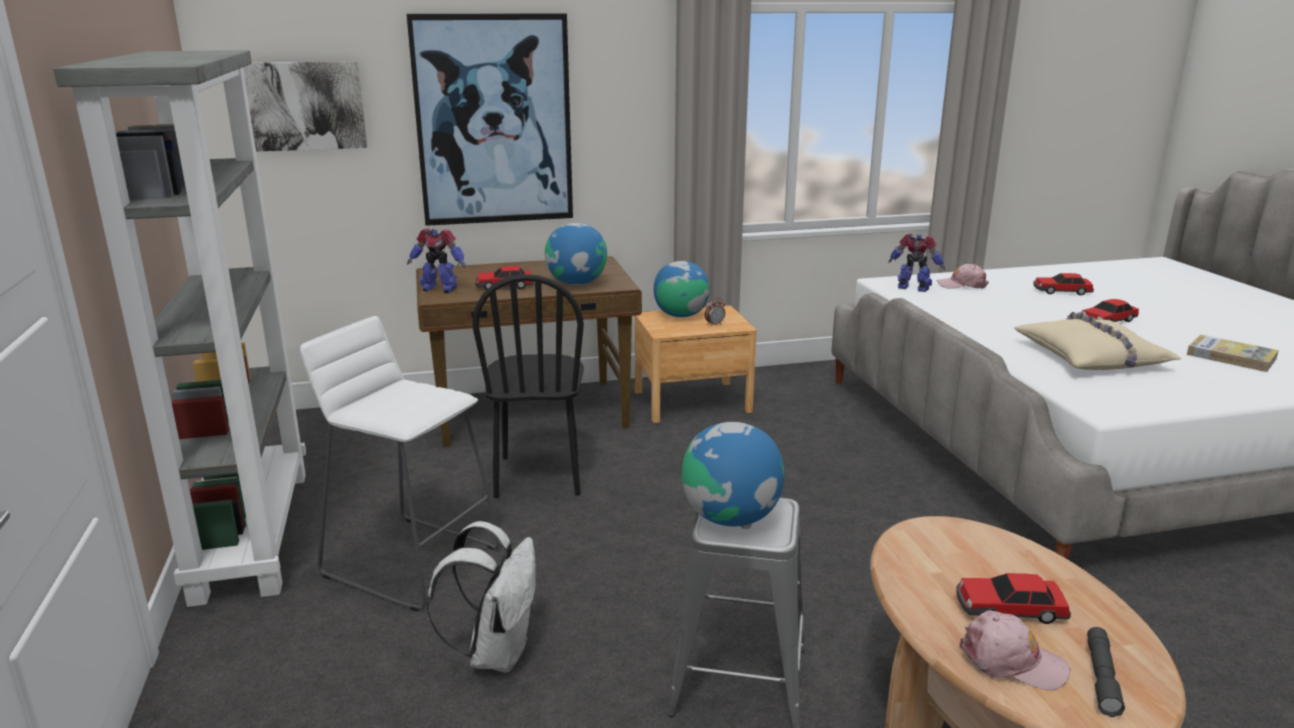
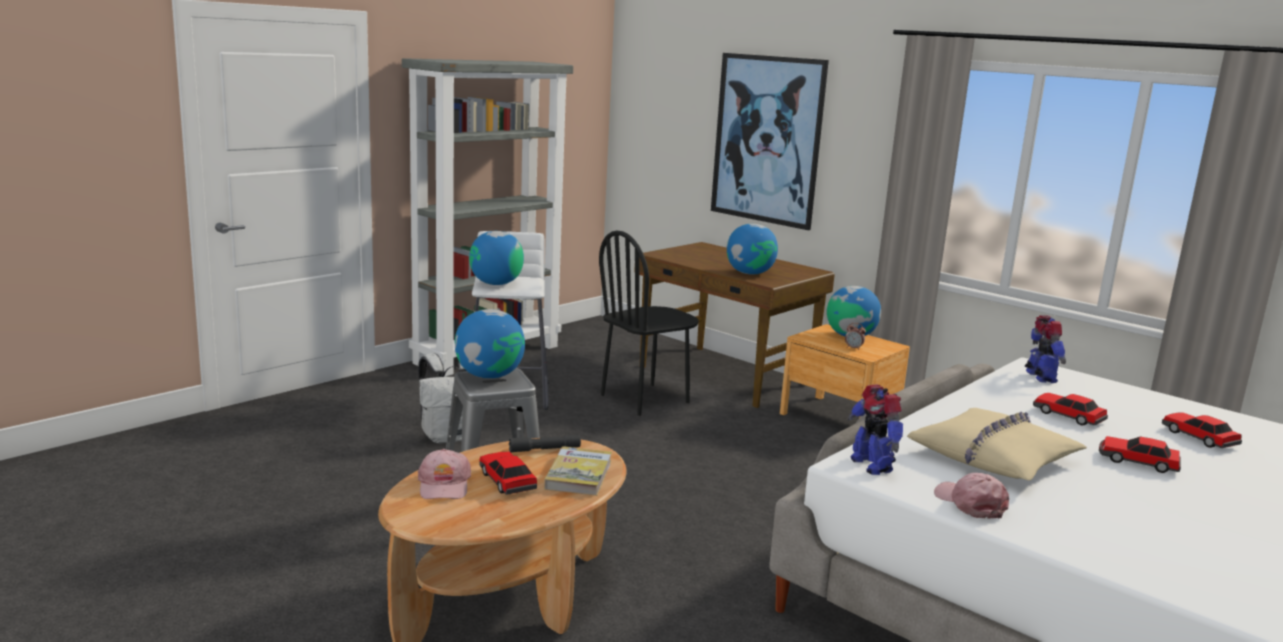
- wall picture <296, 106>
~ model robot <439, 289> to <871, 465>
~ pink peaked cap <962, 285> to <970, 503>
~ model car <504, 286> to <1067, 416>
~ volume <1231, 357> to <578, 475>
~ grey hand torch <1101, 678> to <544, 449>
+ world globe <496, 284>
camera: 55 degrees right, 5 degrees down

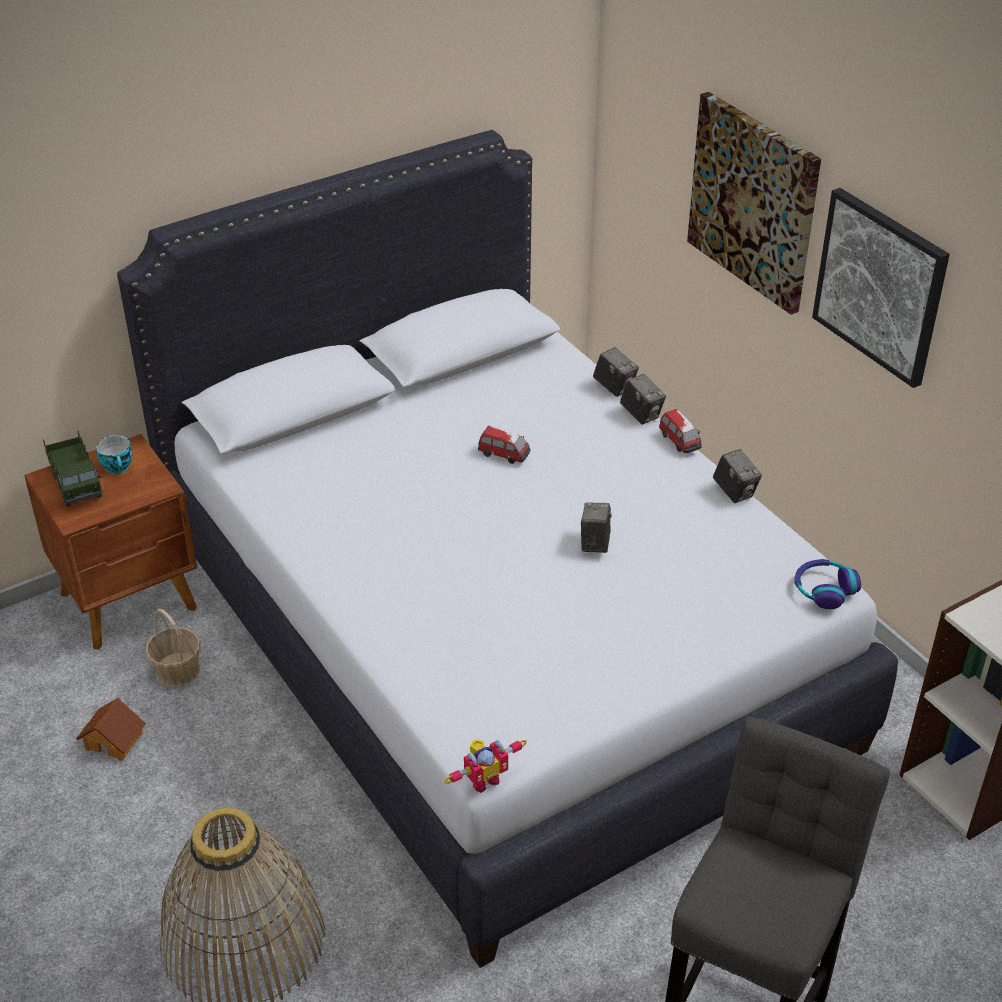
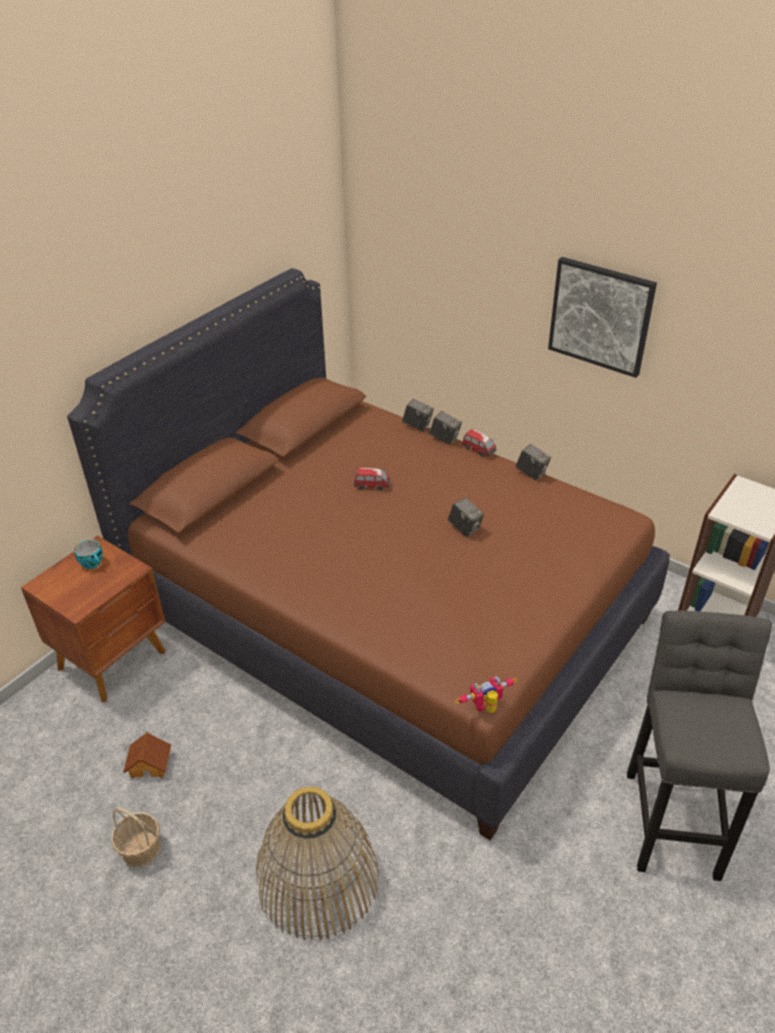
- wall picture <754, 201>
~ white sleeping bed <498, 644> to brownish sleeping bed <387, 616>
- model truck <77, 484>
~ still camera <595, 543> = <465, 528> 150 degrees clockwise
- pair of headphones <824, 589>
~ basket <177, 671> to <141, 850>
~ model robot <483, 779> = <486, 709> 150 degrees counterclockwise
camera: 20 degrees left, 0 degrees up

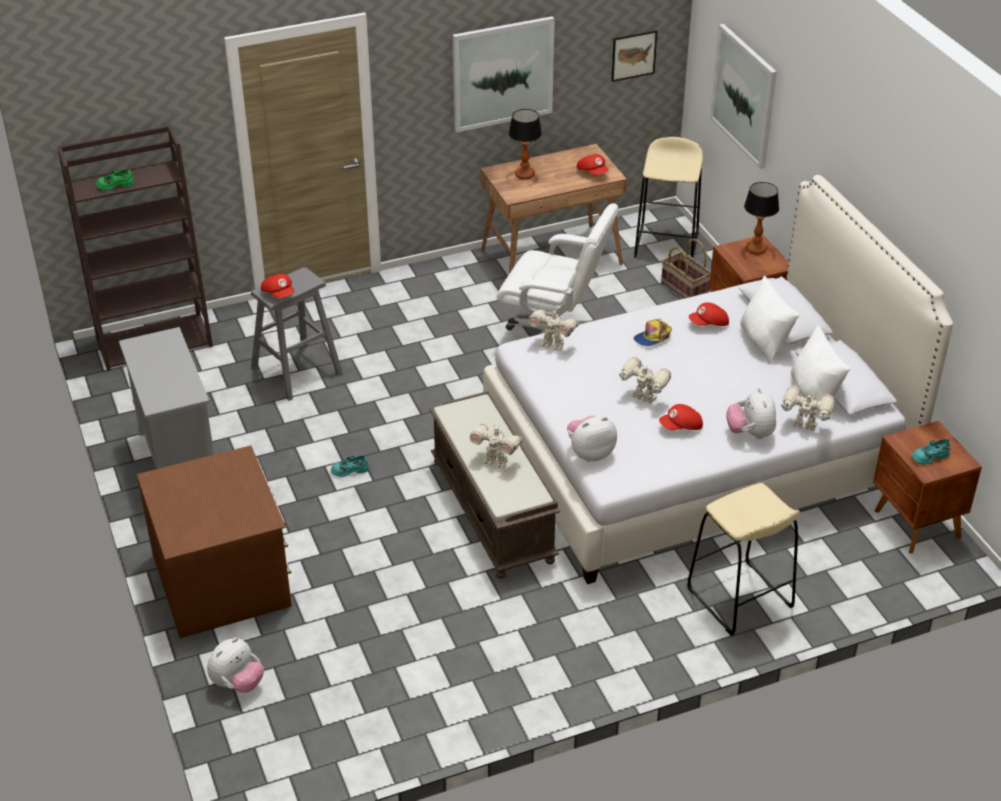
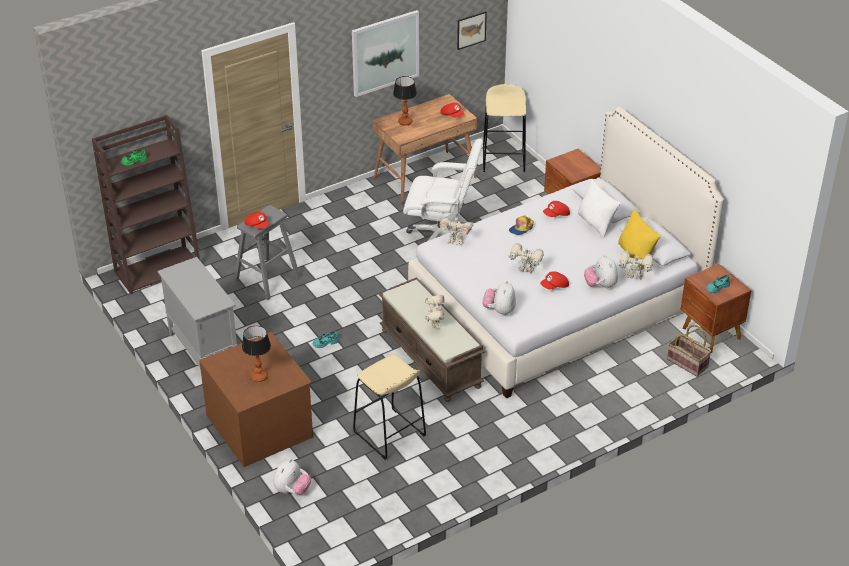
- wall picture <744, 95>
~ lamp for a table <756, 249> to <259, 376>
~ basket <685, 288> to <688, 363>
~ white pillow <814, 394> to yellow pillow <636, 255>
~ plush toy <590, 453> = <499, 310> 45 degrees counterclockwise
~ model robot <495, 461> = <435, 324> 105 degrees counterclockwise
~ beige stool seat <739, 598> to <389, 434>
camera: 10 degrees left, 0 degrees up

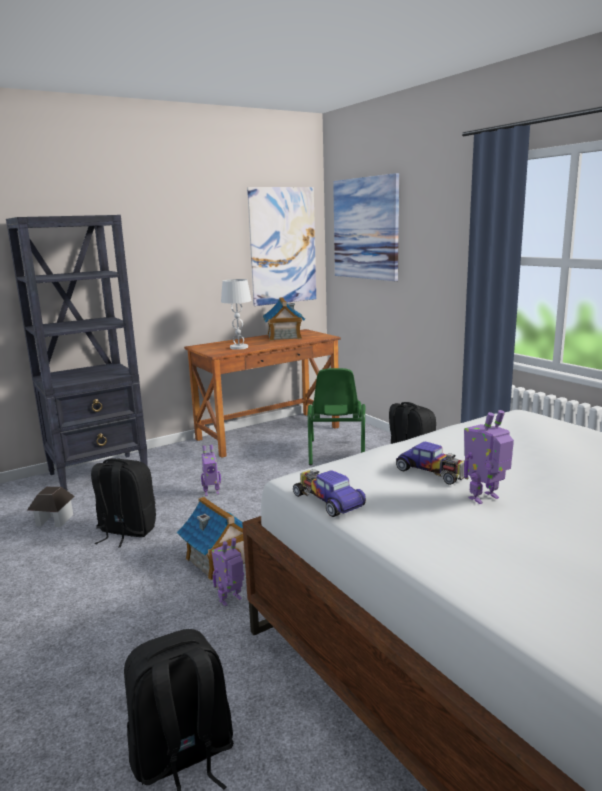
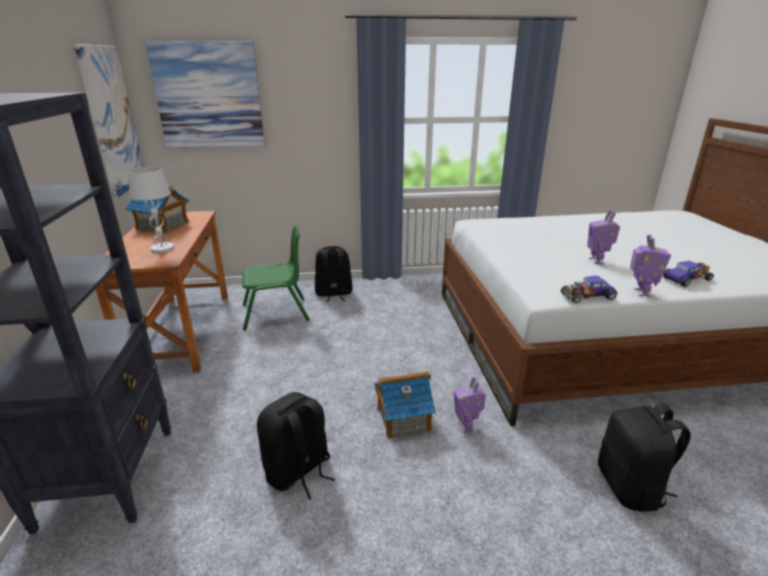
~ green-coloured upright chair <336, 452> = <276, 313> 45 degrees counterclockwise
~ model car <432, 472> to <687, 279>
~ model robot <211, 492> to <640, 292>
- model house <54, 520>
camera: 65 degrees left, 10 degrees up

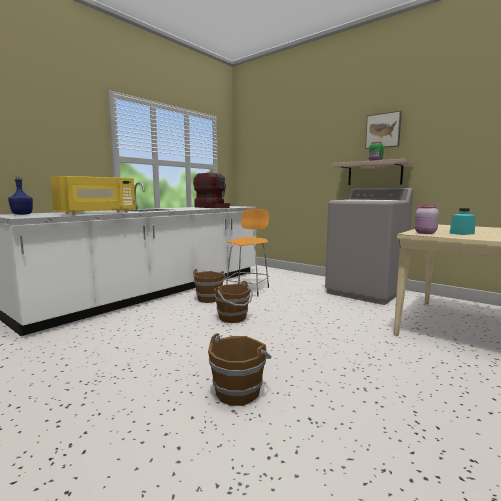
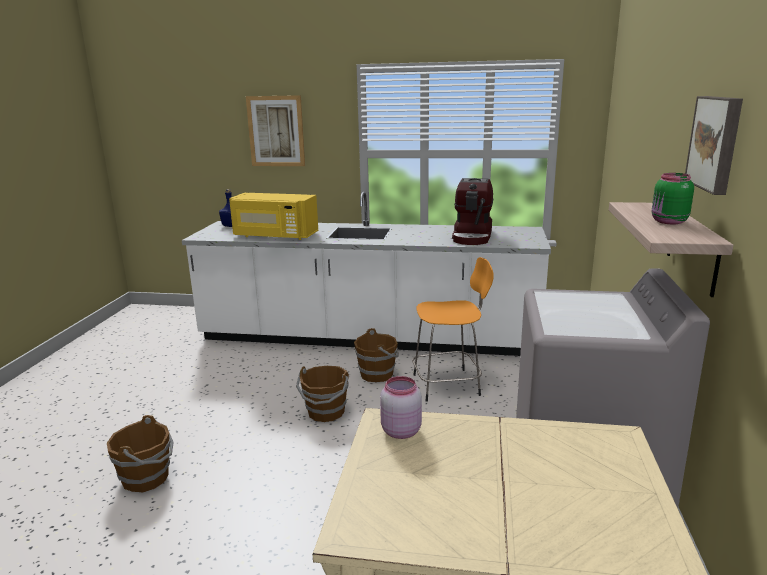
- turquoise storage jar <462, 233>
+ wall picture <276, 131>
camera: 60 degrees right, 10 degrees up

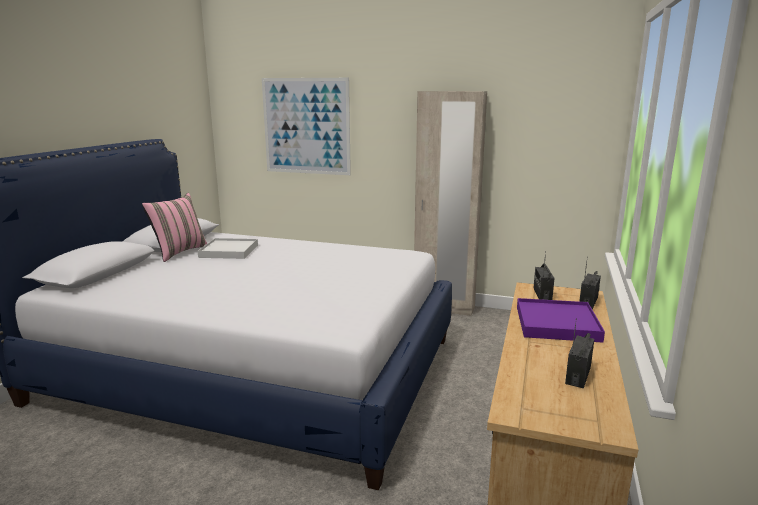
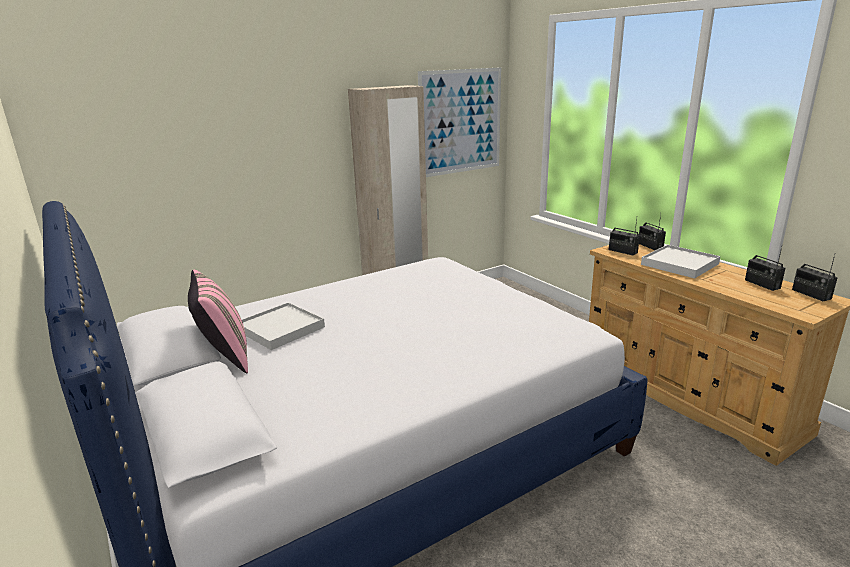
~ wall picture <306, 126> to <461, 122>
~ purplish serving tray <557, 324> to white serving tray <679, 264>
+ radio set <811, 294>
camera: 50 degrees left, 5 degrees up

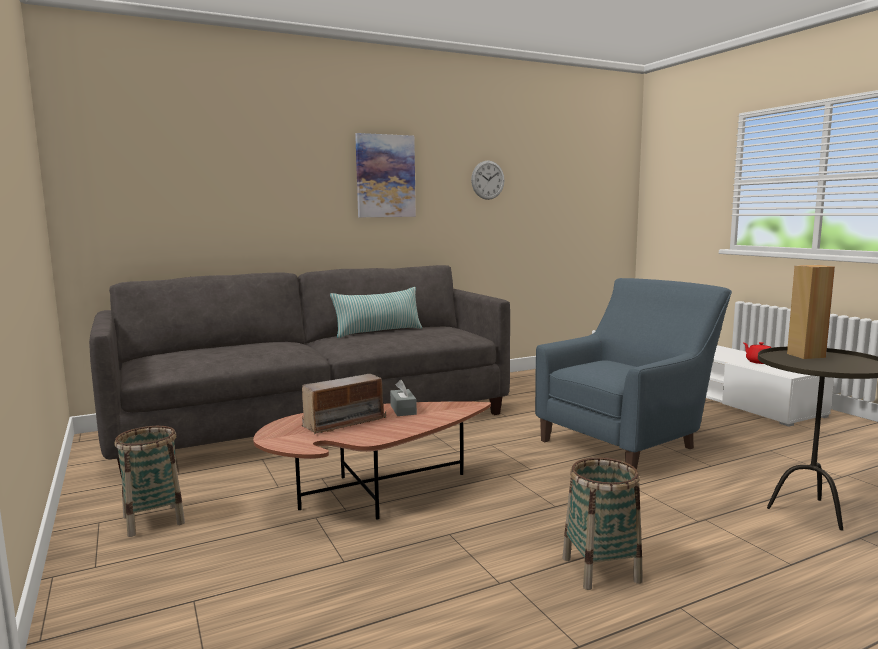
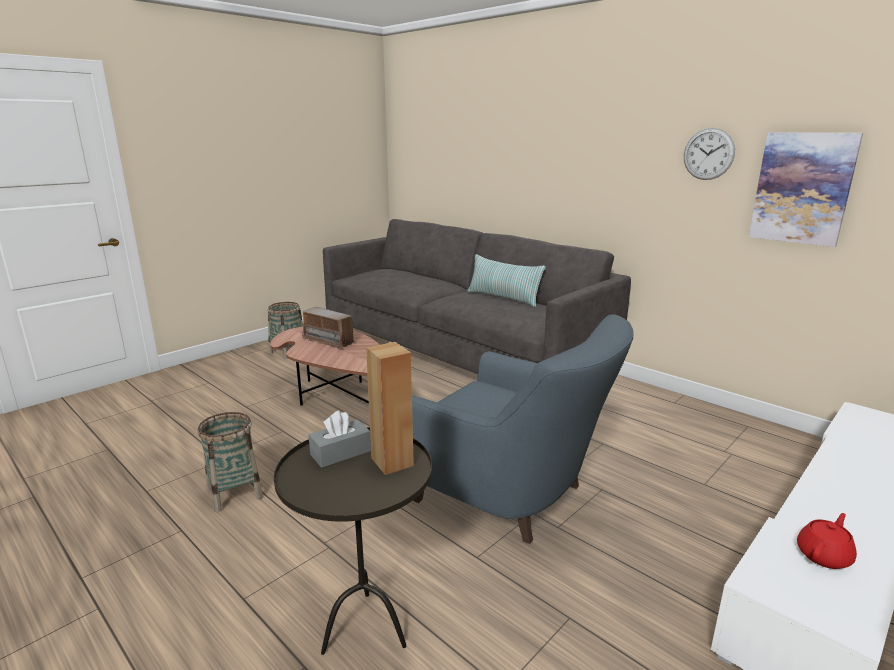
~ wall picture <385, 176> to <802, 188>
~ grey tissue box <403, 410> to <341, 453>
camera: 70 degrees right, 10 degrees up

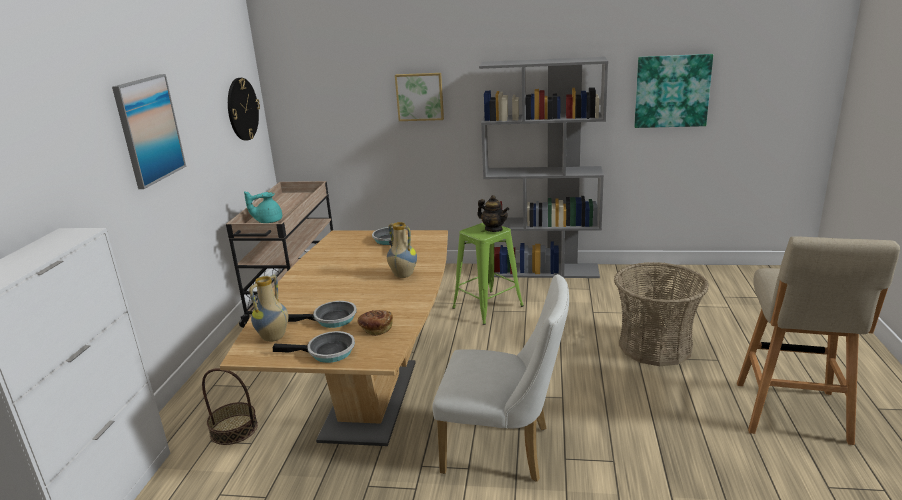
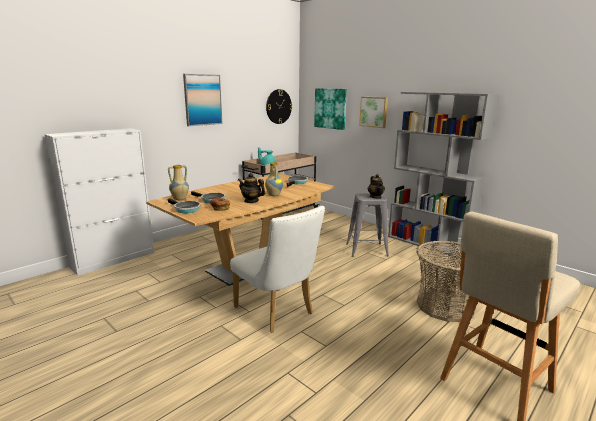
~ wall picture <672, 91> to <330, 108>
~ green-coloured stool seat <487, 307> to grey stool seat <366, 250>
- basket <234, 429>
+ teapot <251, 201>
camera: 35 degrees right, 5 degrees down

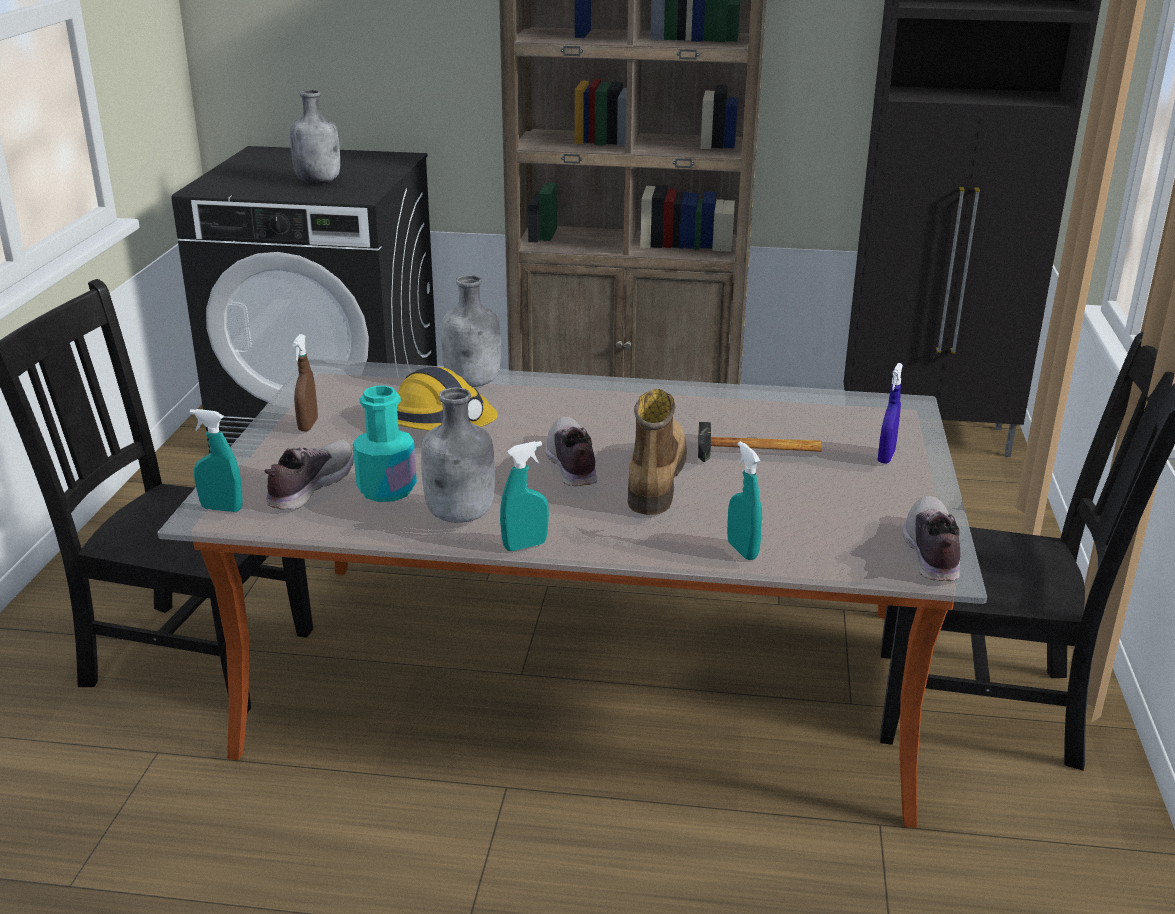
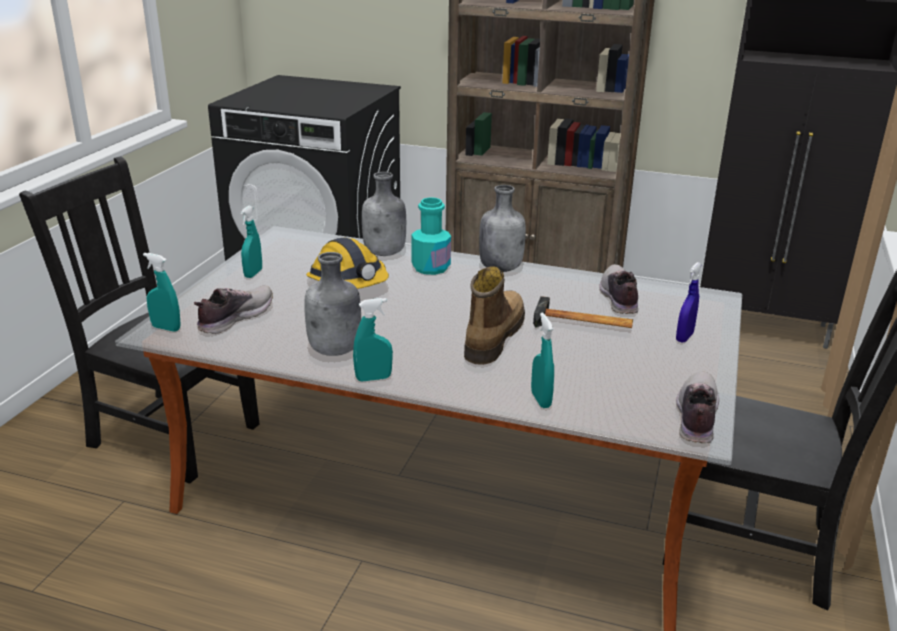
~ grey drink bottle <319, 182> to <501, 268>
~ brownish spray bottle <308, 425> to turquoise spray bottle <253, 273>
~ turquoise drink bottle <387, 489> to <431, 267>
~ low shoe <571, 464> to <618, 298>
camera: 10 degrees right, 0 degrees up

